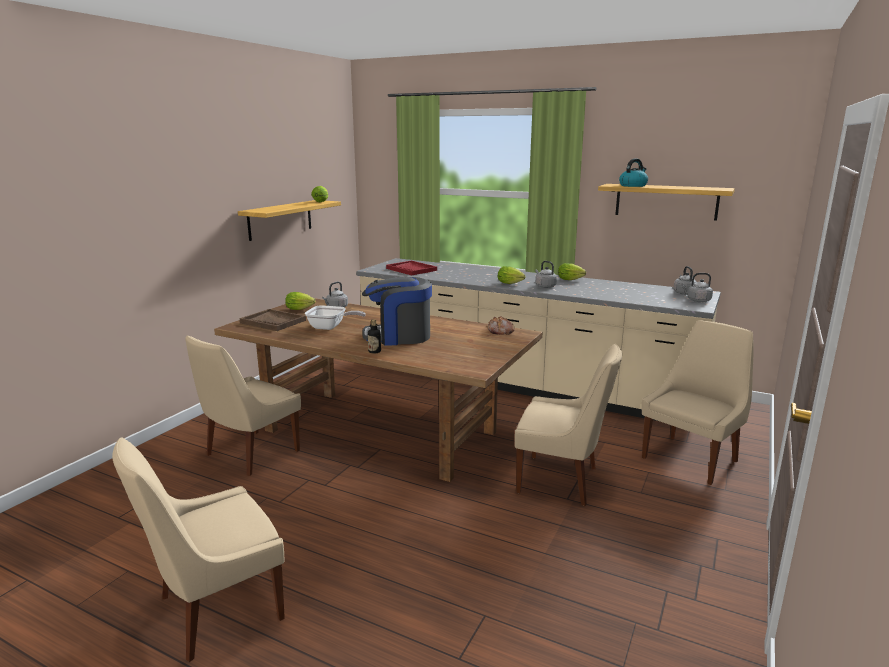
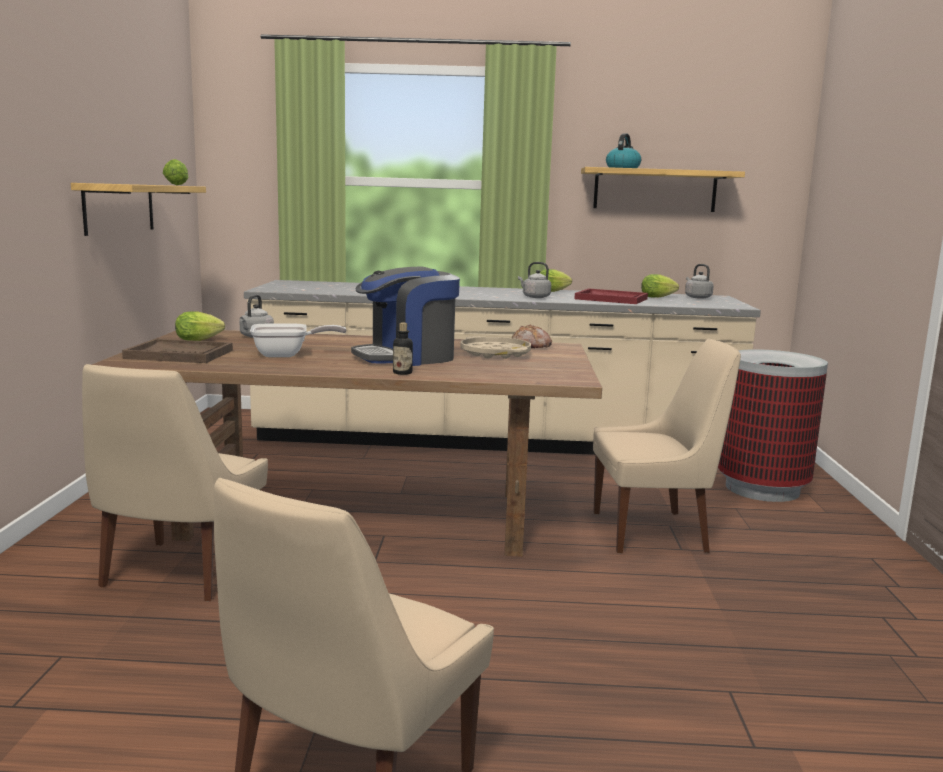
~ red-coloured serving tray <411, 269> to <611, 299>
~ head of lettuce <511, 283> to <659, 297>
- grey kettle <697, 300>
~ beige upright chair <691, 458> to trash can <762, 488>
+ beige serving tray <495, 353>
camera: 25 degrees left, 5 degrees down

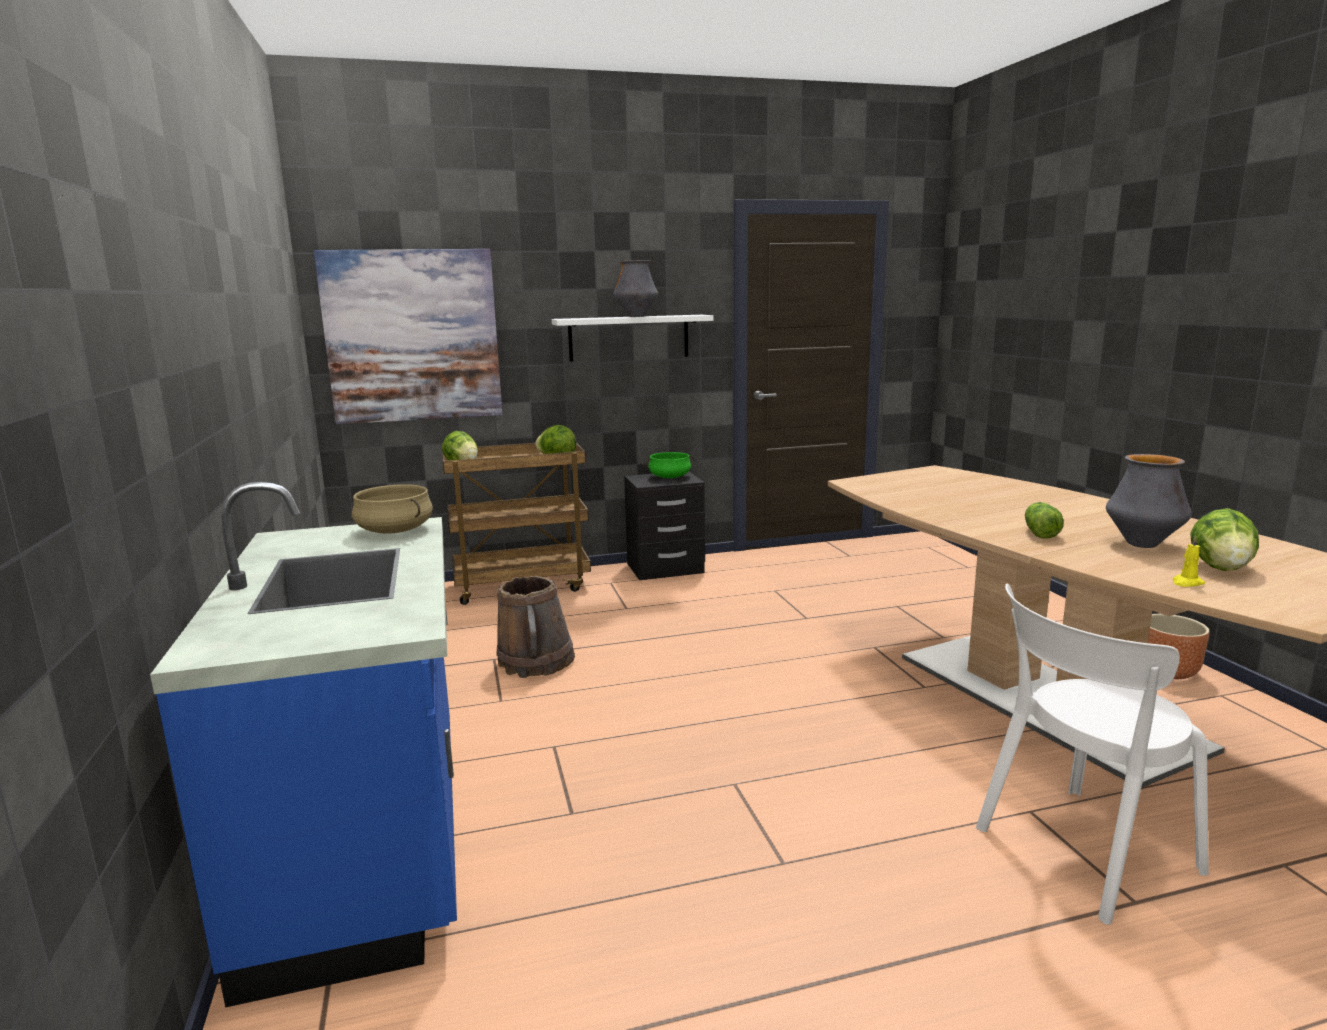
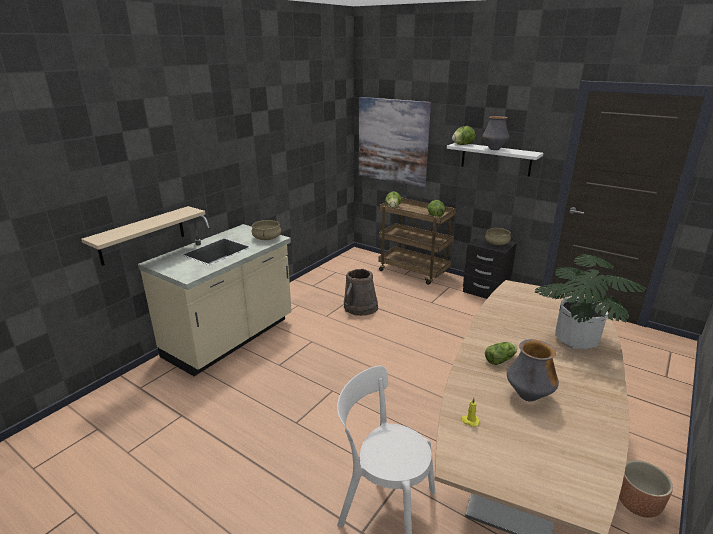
~ green-coloured cooking pot <669, 477> to beige cooking pot <496, 243>
~ bluish counter <369, 843> to beige counter <230, 339>
~ head of lettuce <1221, 568> to <462, 145>
+ beige wall shelf <142, 235>
+ potted plant <575, 340>
camera: 50 degrees right, 10 degrees up

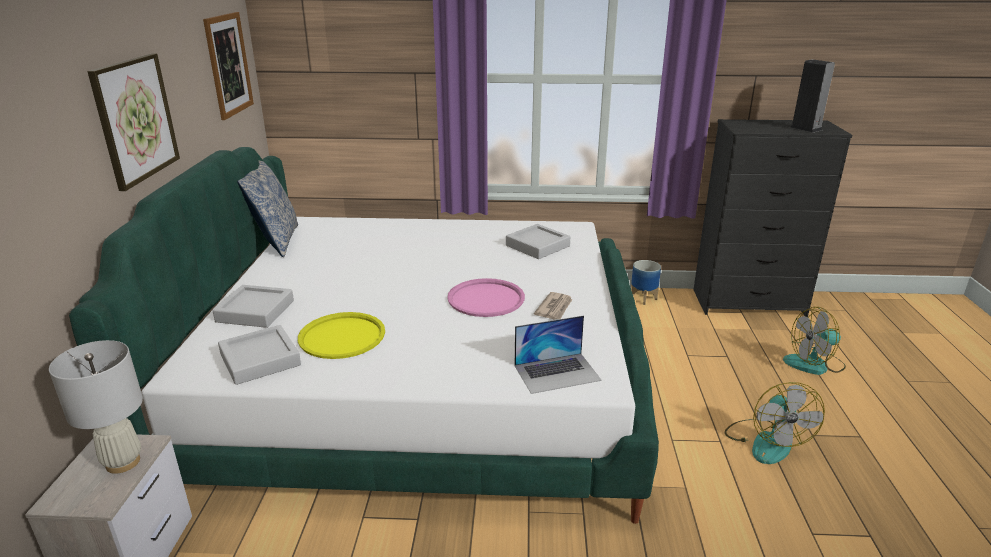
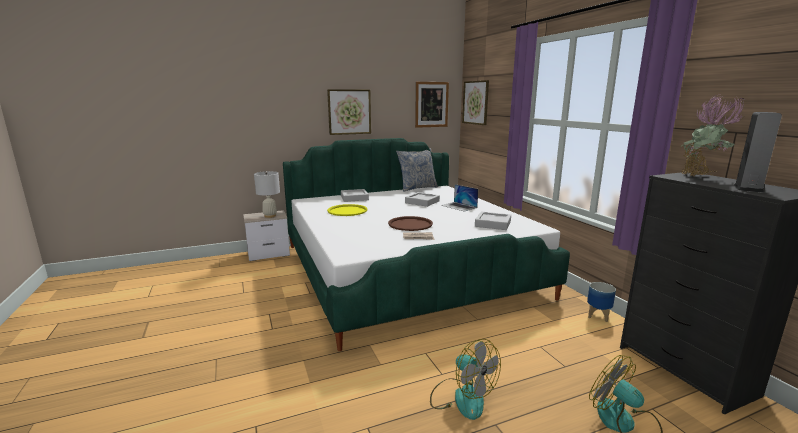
~ pink serving tray <486, 299> to brownish serving tray <410, 224>
~ notebook computer <557, 372> to <459, 206>
~ grey serving tray <260, 360> to <422, 202>
~ fan <766, 441> = <462, 397> 105 degrees counterclockwise
+ wall picture <475, 102>
+ potted plant <701, 177>
camera: 65 degrees right, 10 degrees down

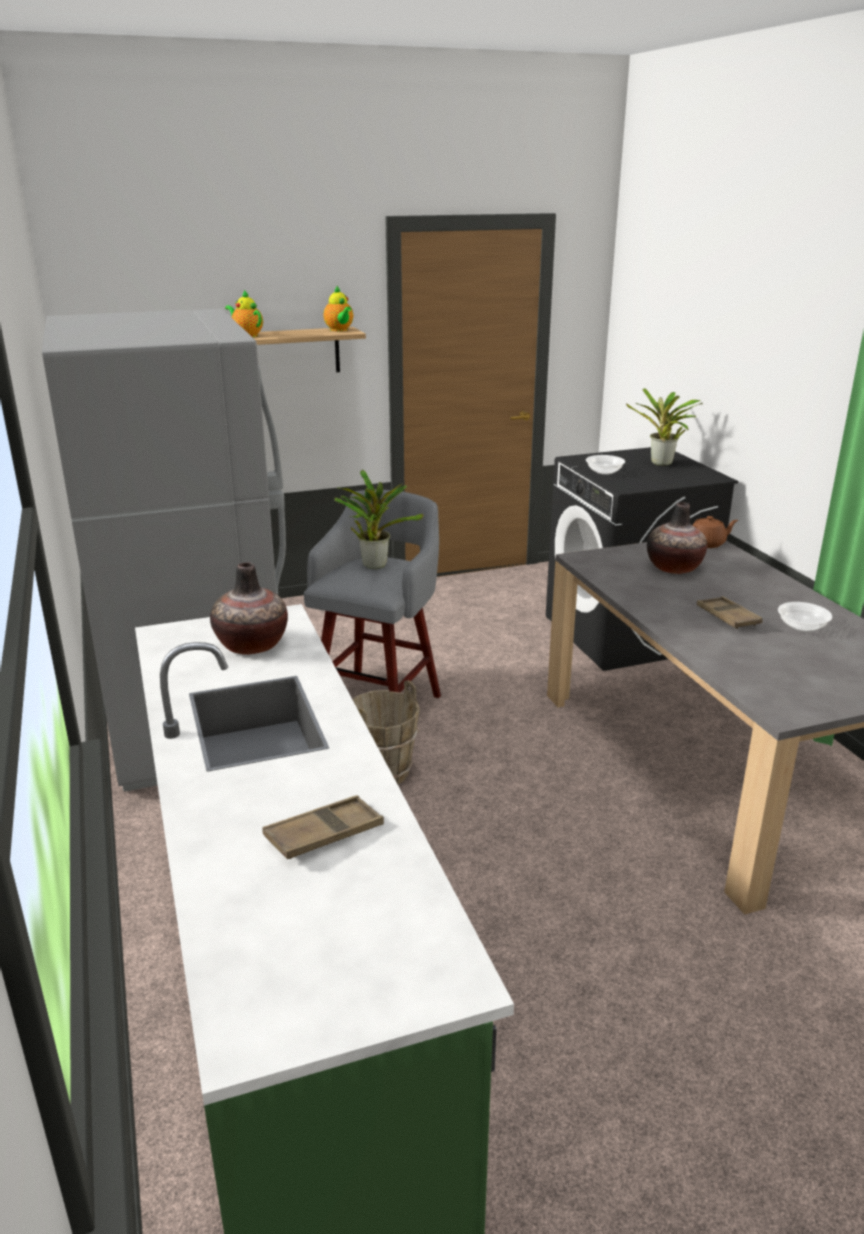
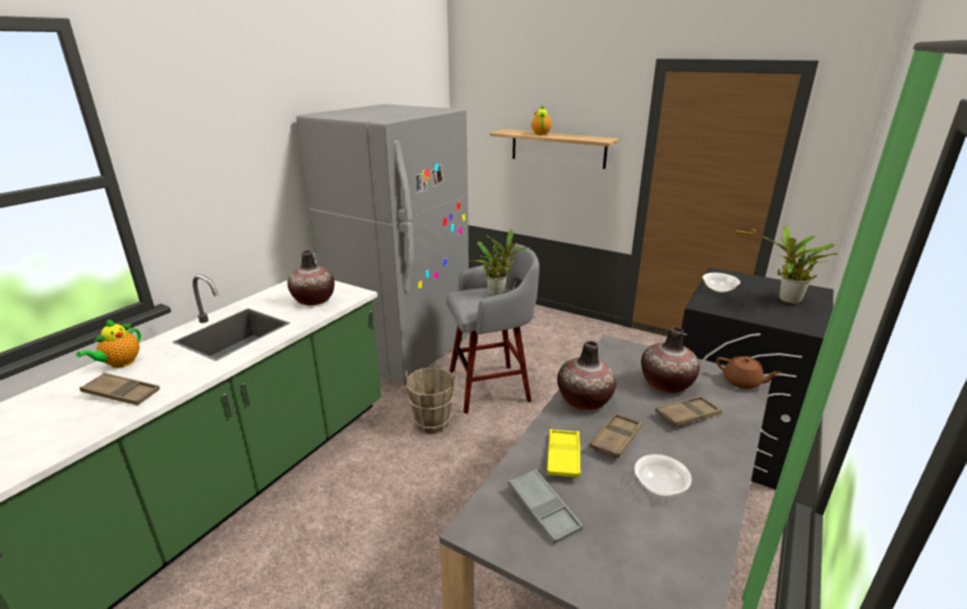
~ teapot <339, 330> to <120, 363>
+ vase <584, 400>
+ brownish serving tray <687, 415>
+ yellow serving tray <563, 457>
+ grey serving tray <543, 509>
camera: 50 degrees right, 0 degrees up

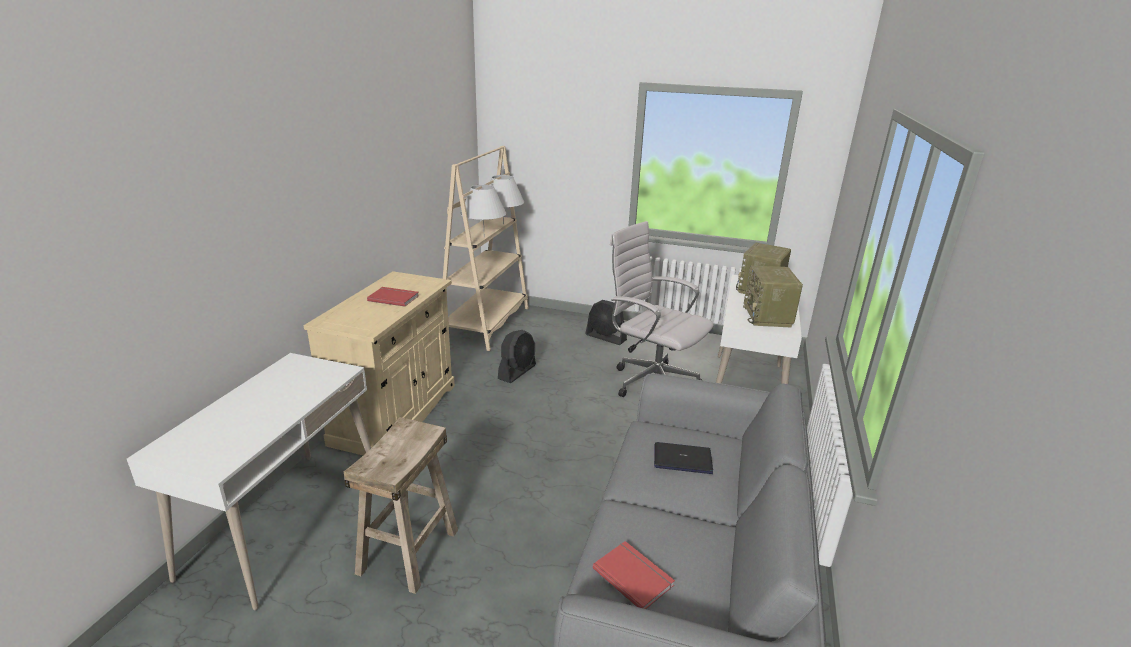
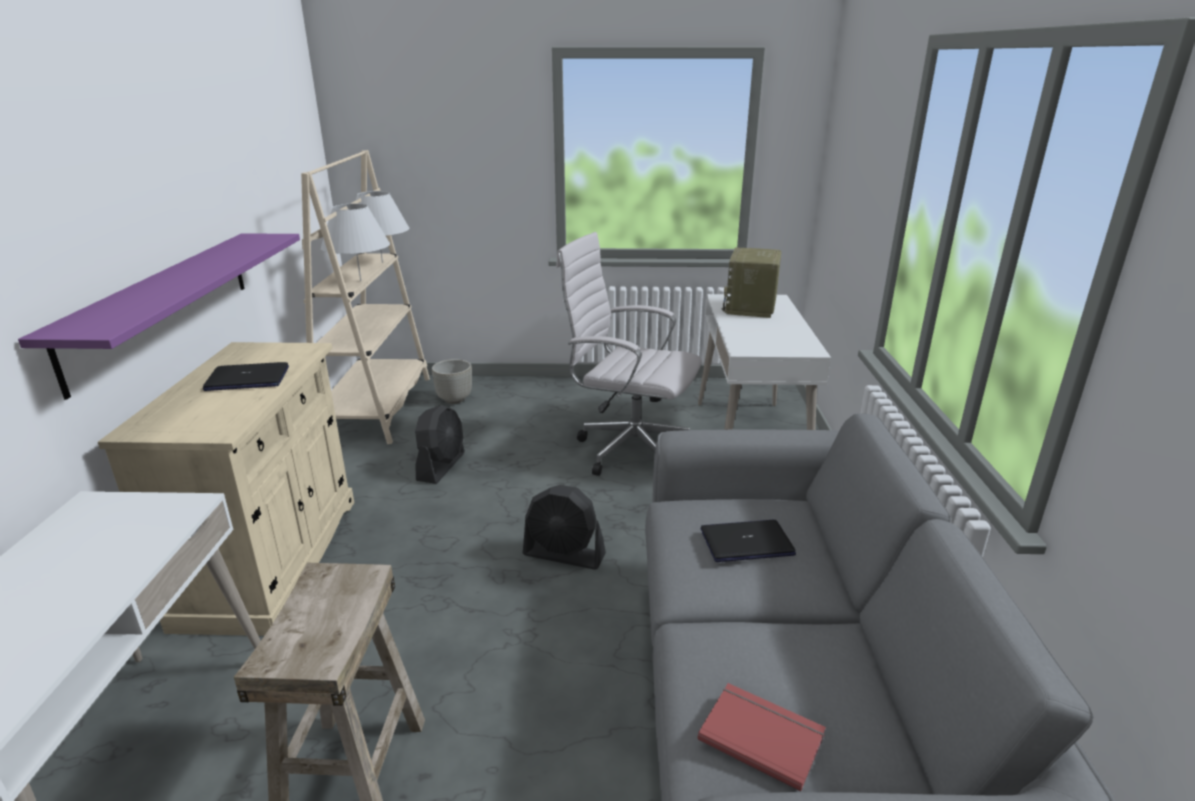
- radio set <768, 317>
~ red-coloured volume <394, 298> to notebook computer <247, 379>
~ black fan <606, 337> to <564, 555>
+ purplish wall shelf <162, 304>
+ grey plant pot <454, 399>
camera: 15 degrees left, 0 degrees up

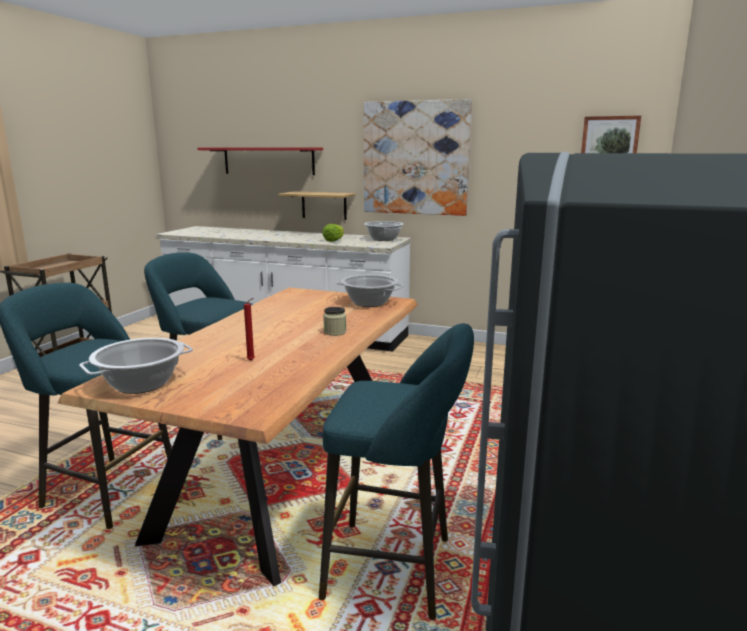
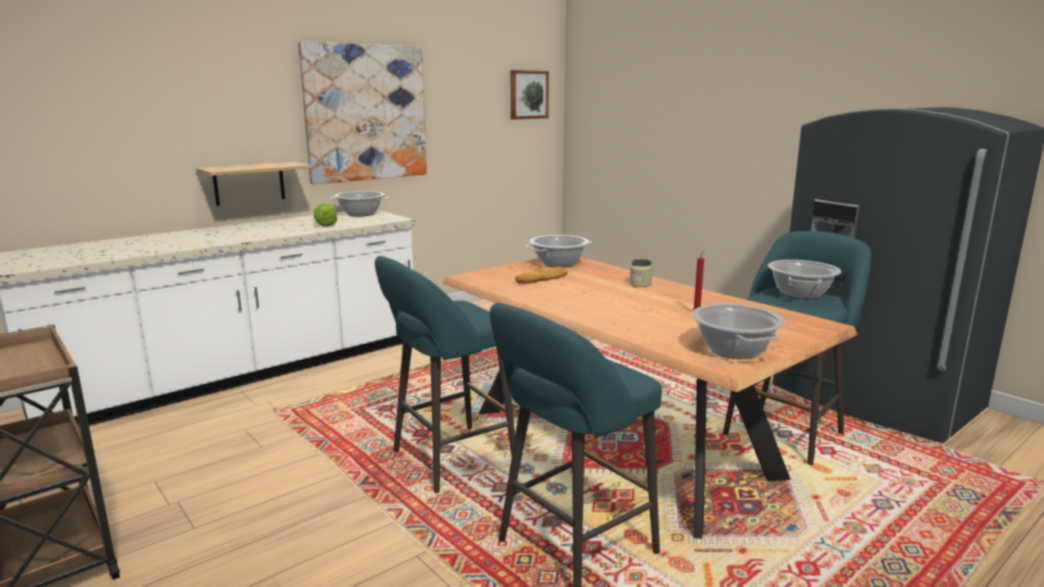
- red-coloured wall shelf <268, 161>
+ cooking pot <801, 294>
+ bread <542, 279>
camera: 60 degrees left, 0 degrees up

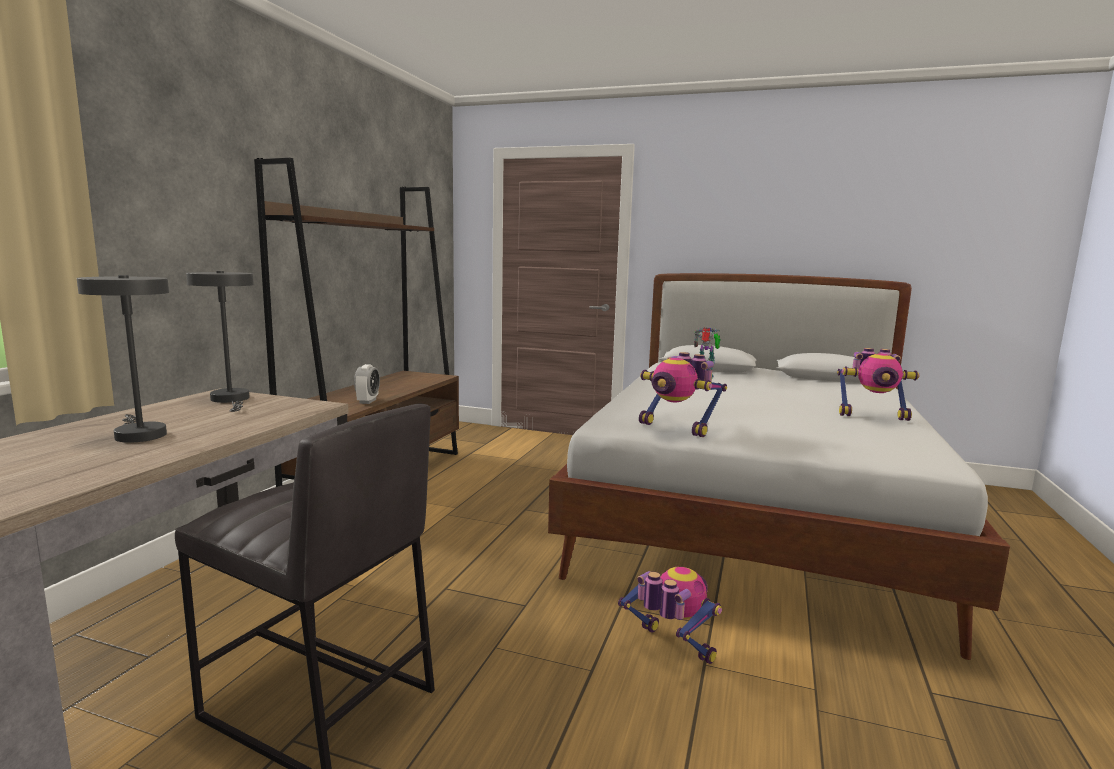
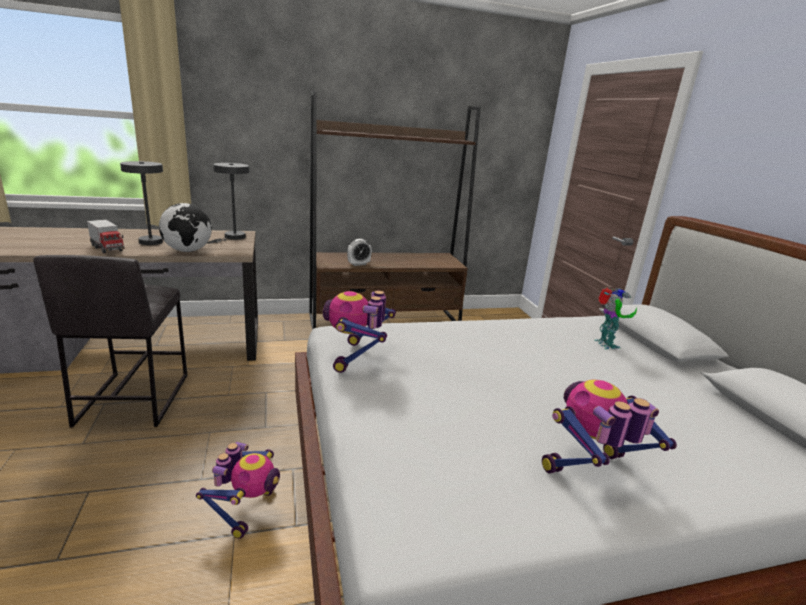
~ model robot <872, 415> = <590, 471> 90 degrees clockwise
+ world globe <188, 251>
+ model truck <107, 249>
camera: 55 degrees right, 10 degrees up

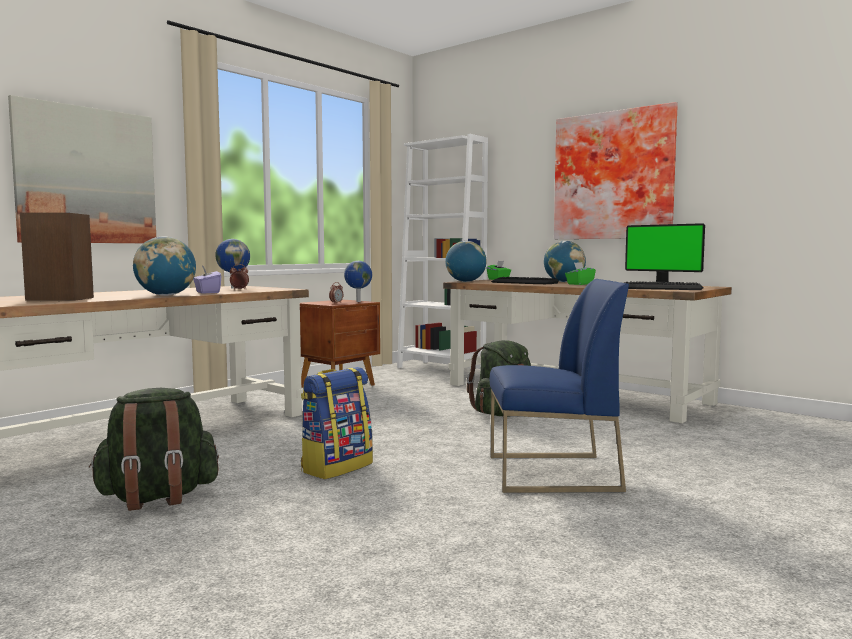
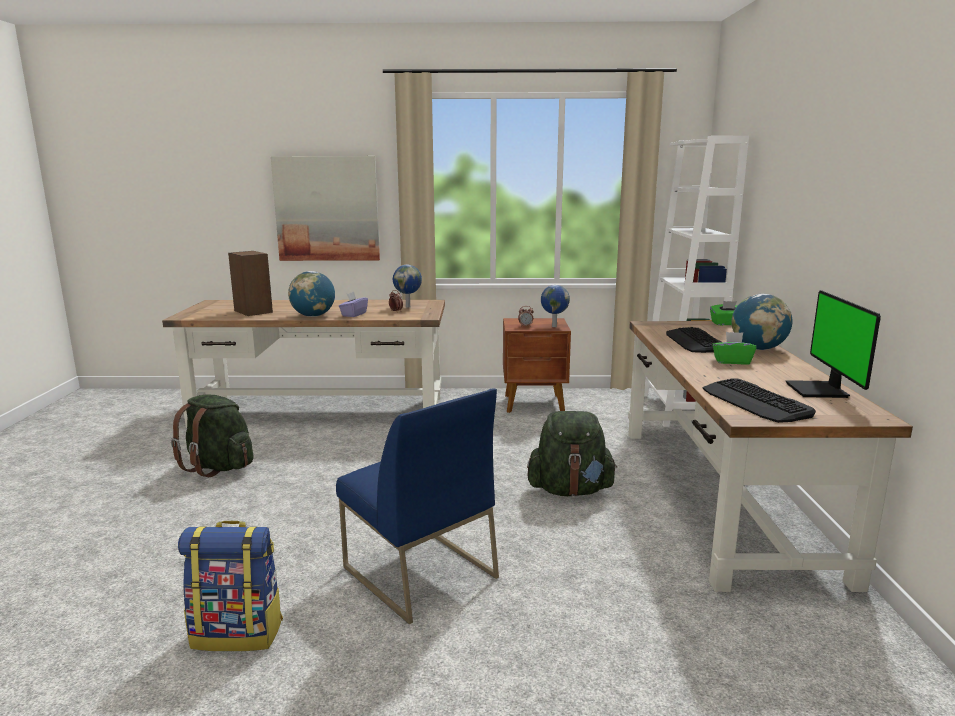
- wall picture <614, 176>
- world globe <465, 281>
~ knapsack <336, 467> to <238, 633>
camera: 50 degrees right, 10 degrees up

